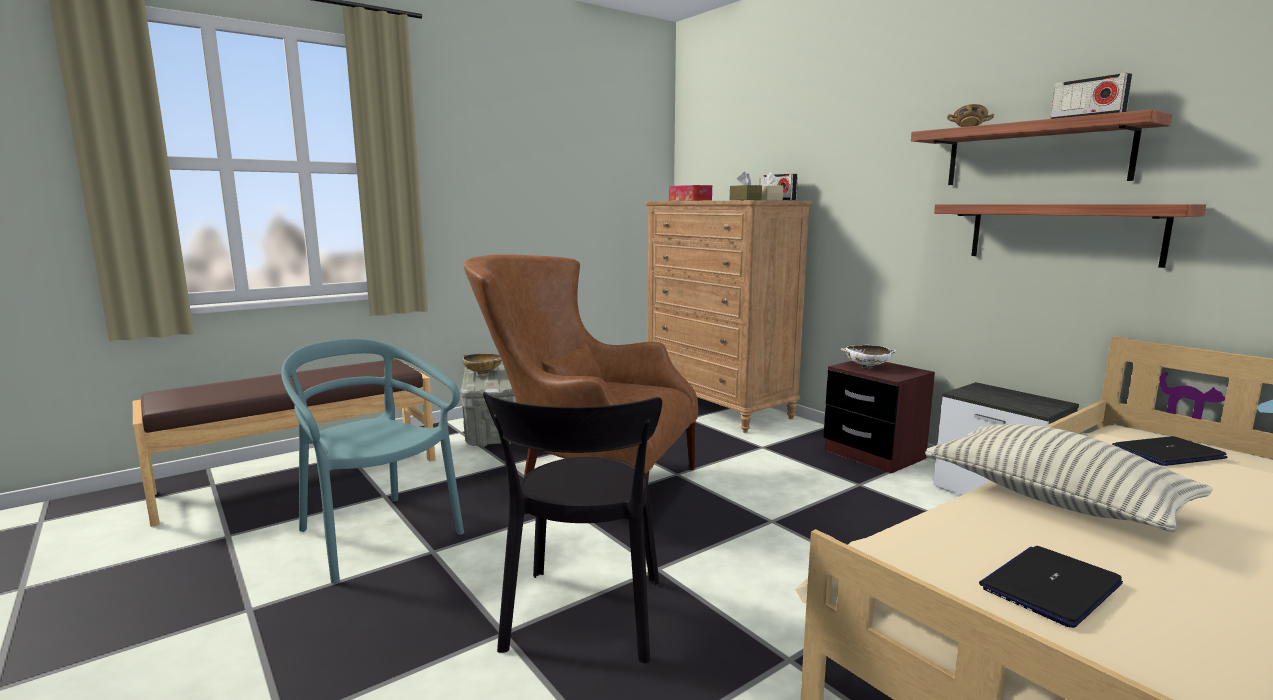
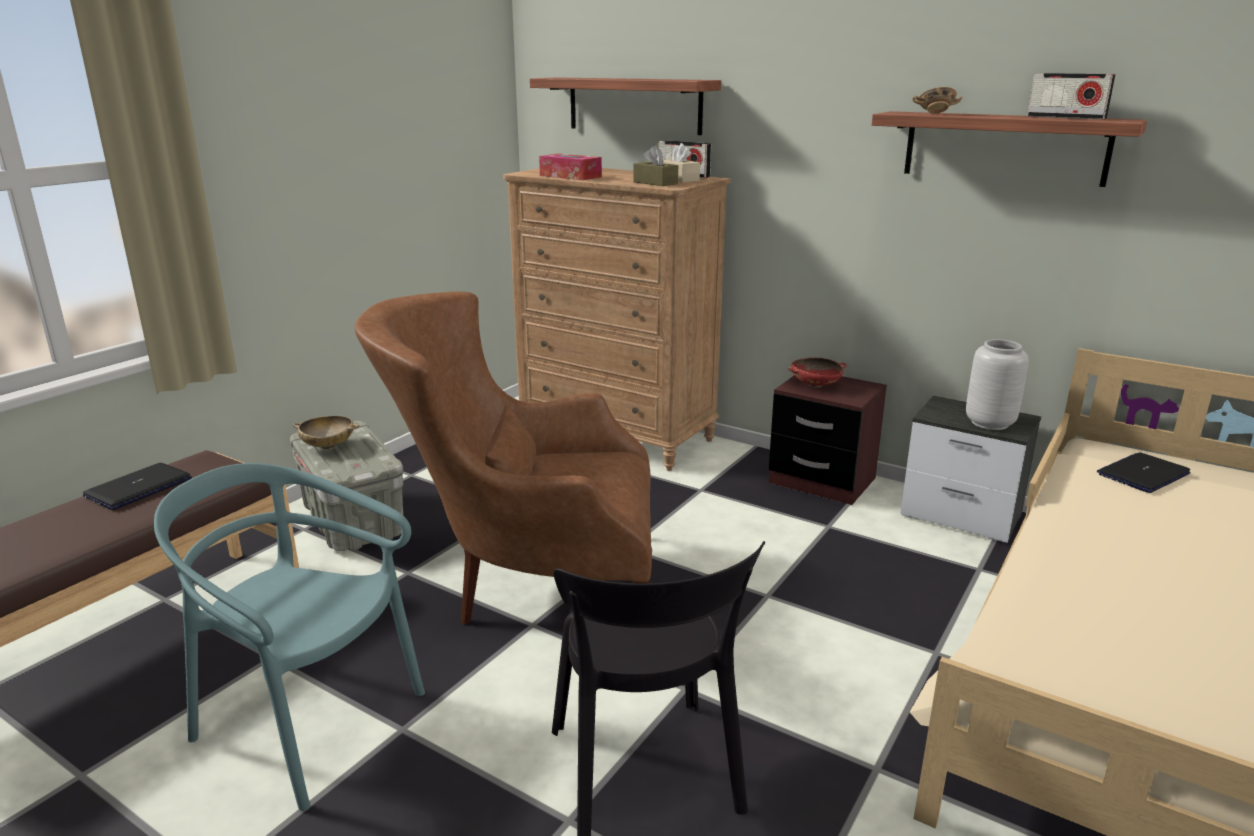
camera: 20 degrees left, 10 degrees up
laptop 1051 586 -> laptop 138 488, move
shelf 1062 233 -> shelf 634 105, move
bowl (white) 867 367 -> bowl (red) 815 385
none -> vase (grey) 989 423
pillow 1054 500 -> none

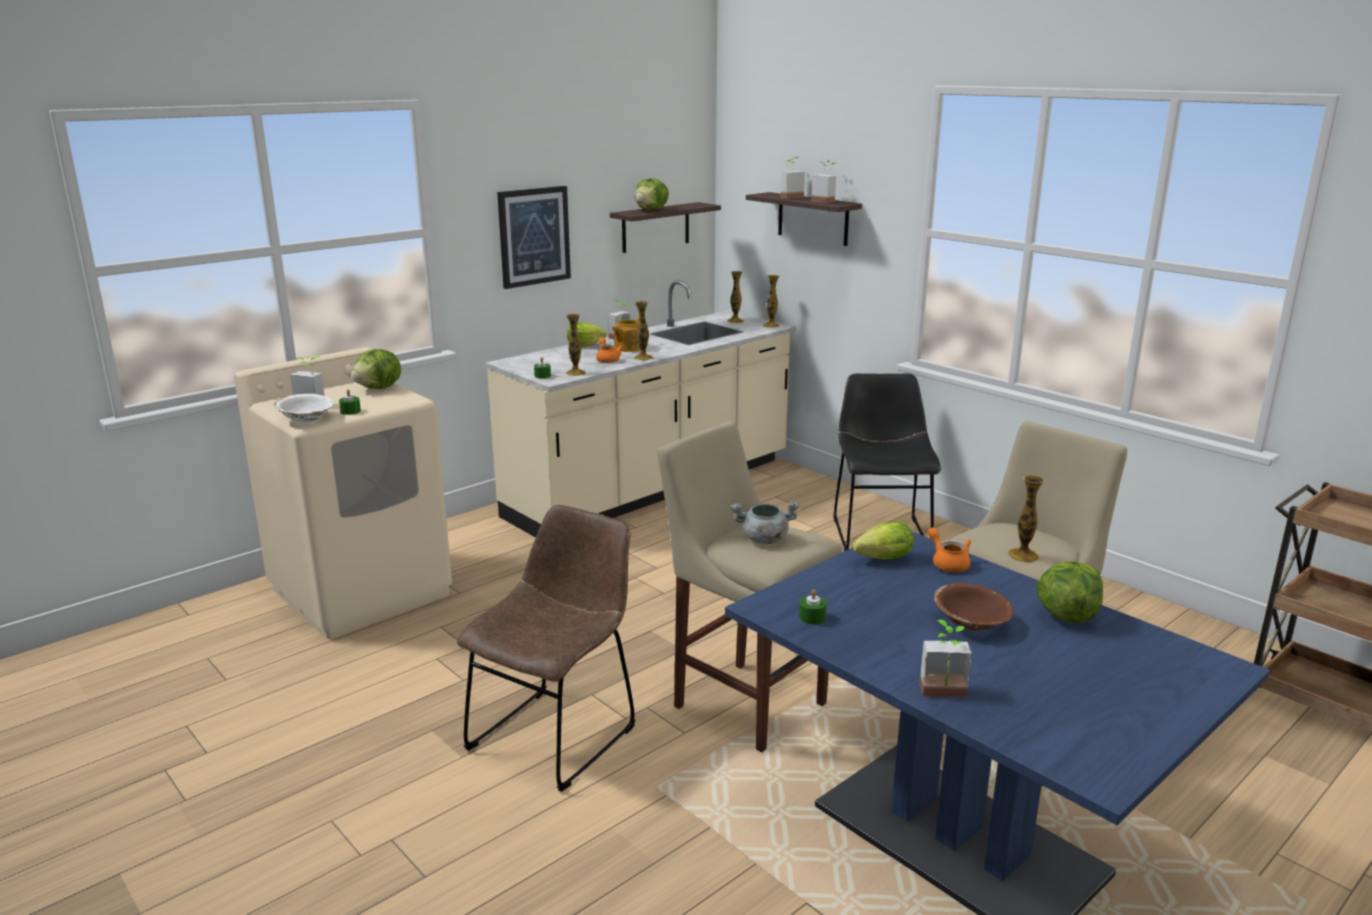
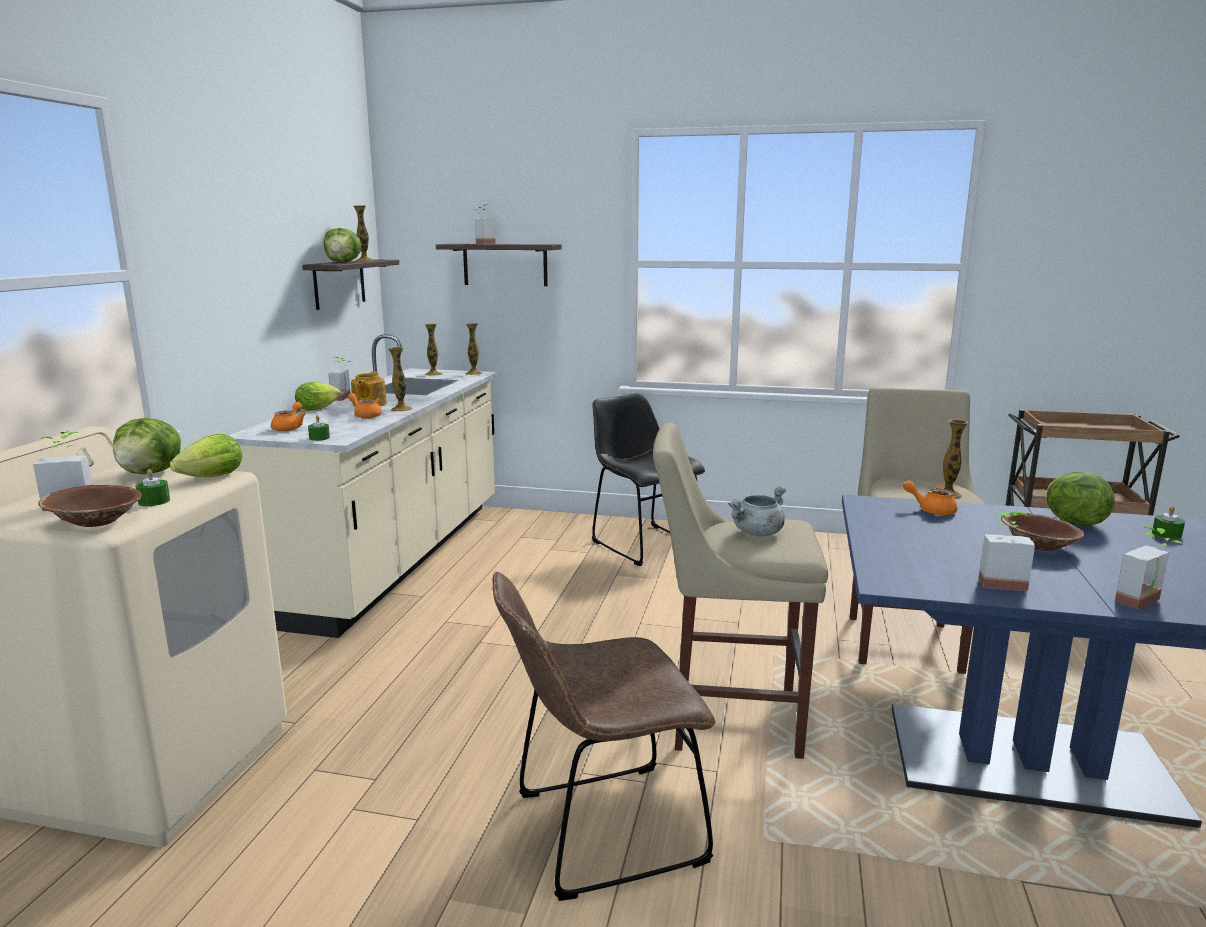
camera: 35 degrees left, 5 degrees down
bowl (white) 306 419 -> bowl (brown) 96 522
lettuce 881 559 -> lettuce 208 478, move
none -> teapot (orange) 290 428
vase 575 373 -> vase 364 260, move
chair (brown) 557 733 -> chair (brown) 599 831, 105 degrees counterclockwise
potted plant 826 201 -> potted plant 1000 581, move
candle (green) 812 617 -> candle (green) 1166 534, move
picture 534 236 -> none

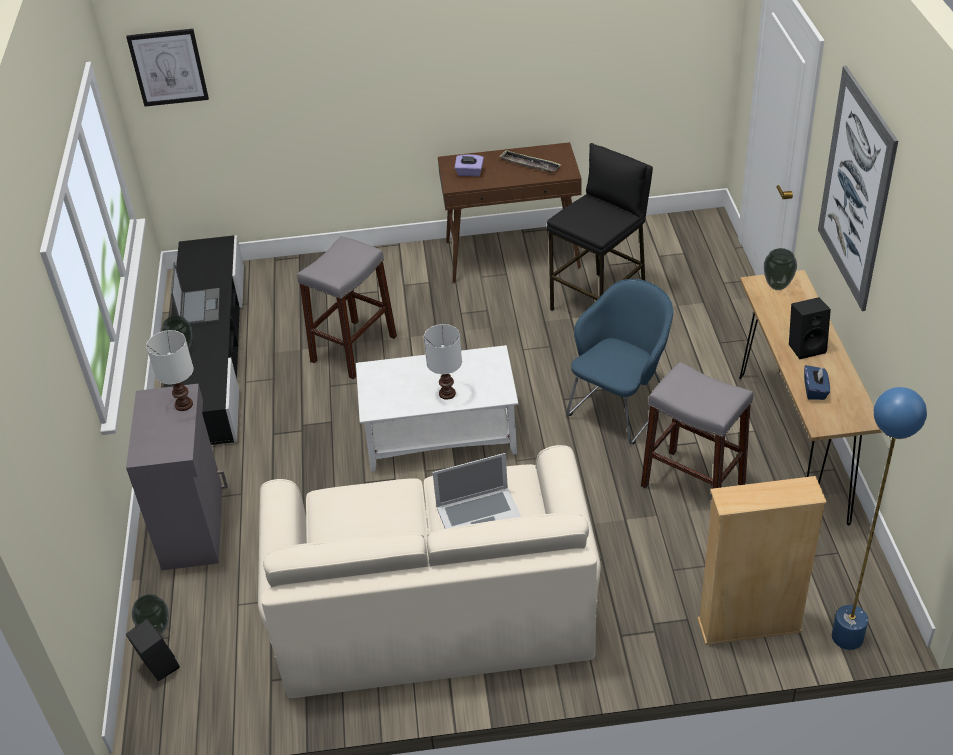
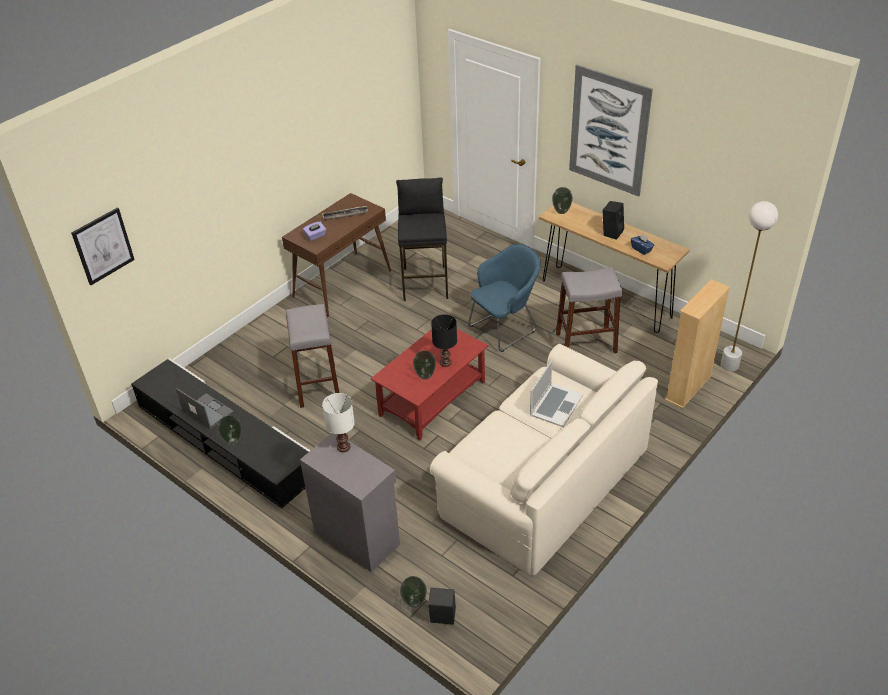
camera: 45 degrees left, 0 degrees up
coffee table (white) 439 436 -> coffee table (red) 432 399
none -> vase 425 376
table lamp (white) 447 394 -> table lamp (black) 445 363
armchair (blue) 620 407 -> armchair (blue) 505 328, 60 degrees clockwise
floor lamp (blue) 847 637 -> floor lamp (white) 729 365

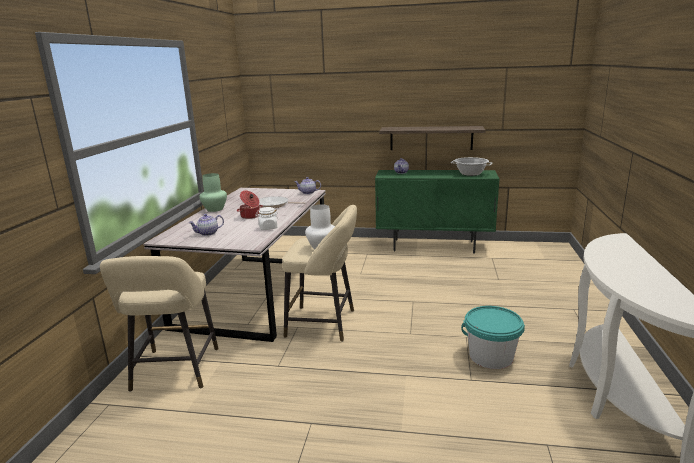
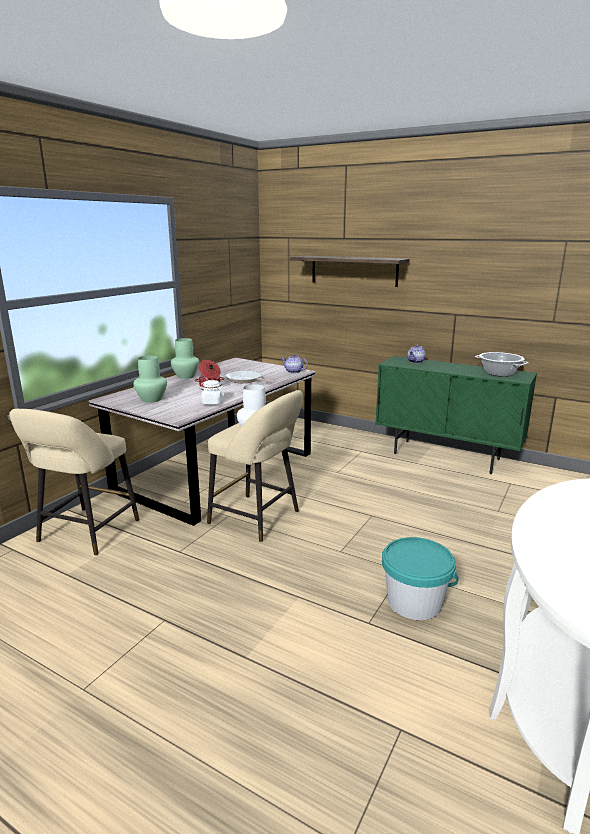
camera: 20 degrees right, 0 degrees up
teapot 208 233 -> vase (green) 152 399
shelf 431 138 -> shelf 354 270, move

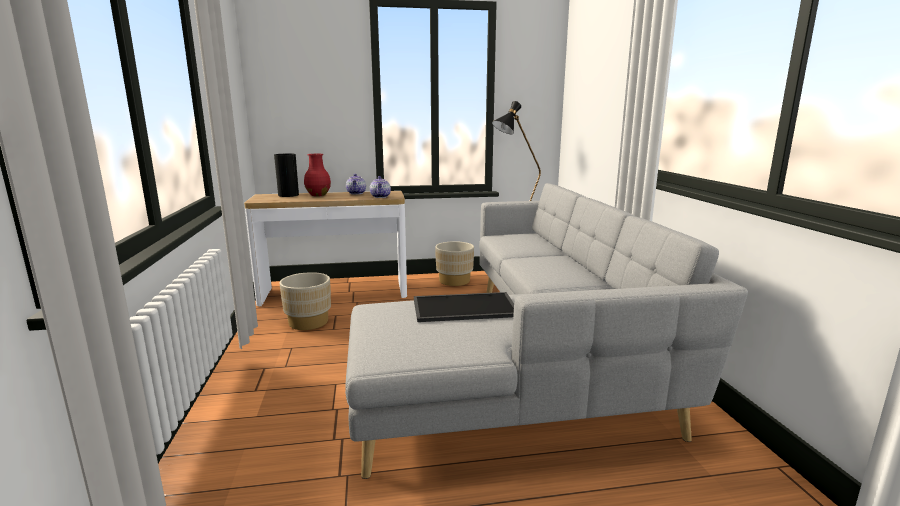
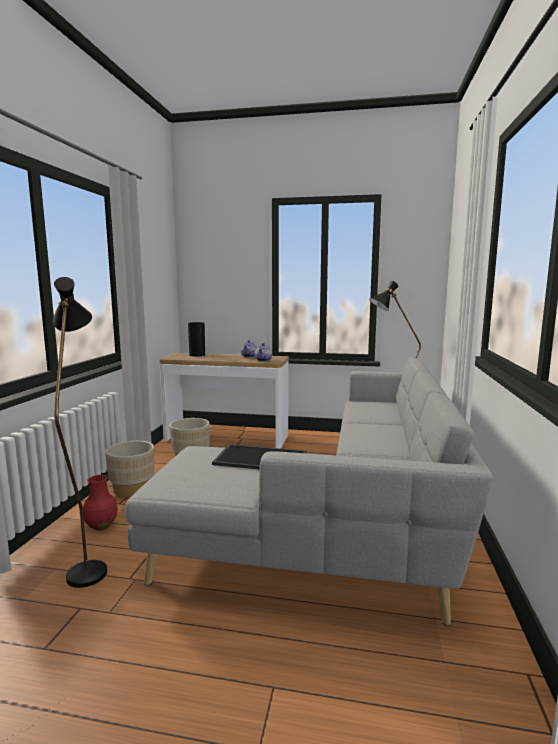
camera: 20 degrees right, 5 degrees down
none -> floor lamp (black) 88 566
vase (red) 318 195 -> vase (red) 101 526, move
planter (beige) 454 281 -> planter (beige) 132 489, move

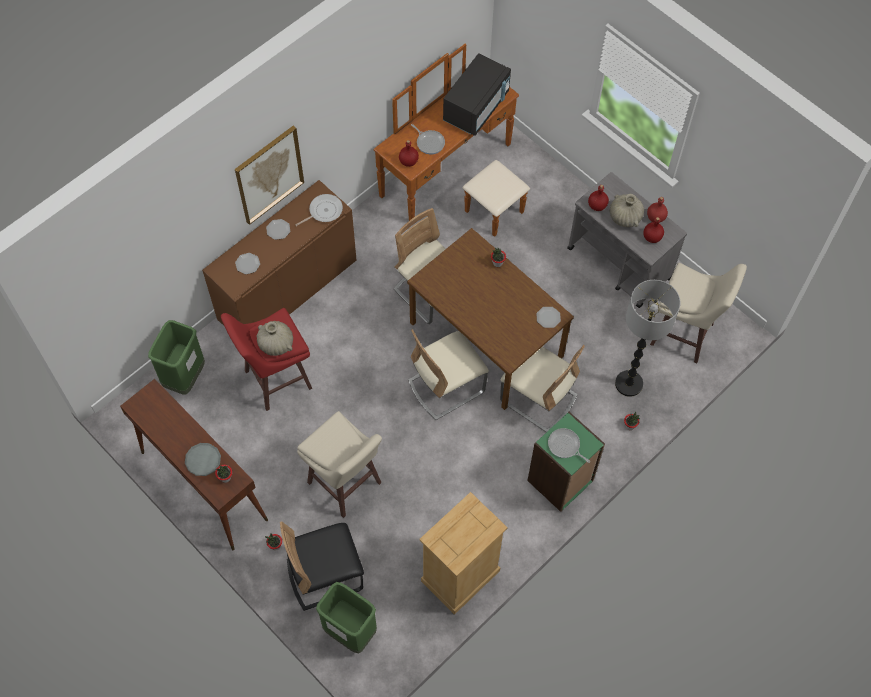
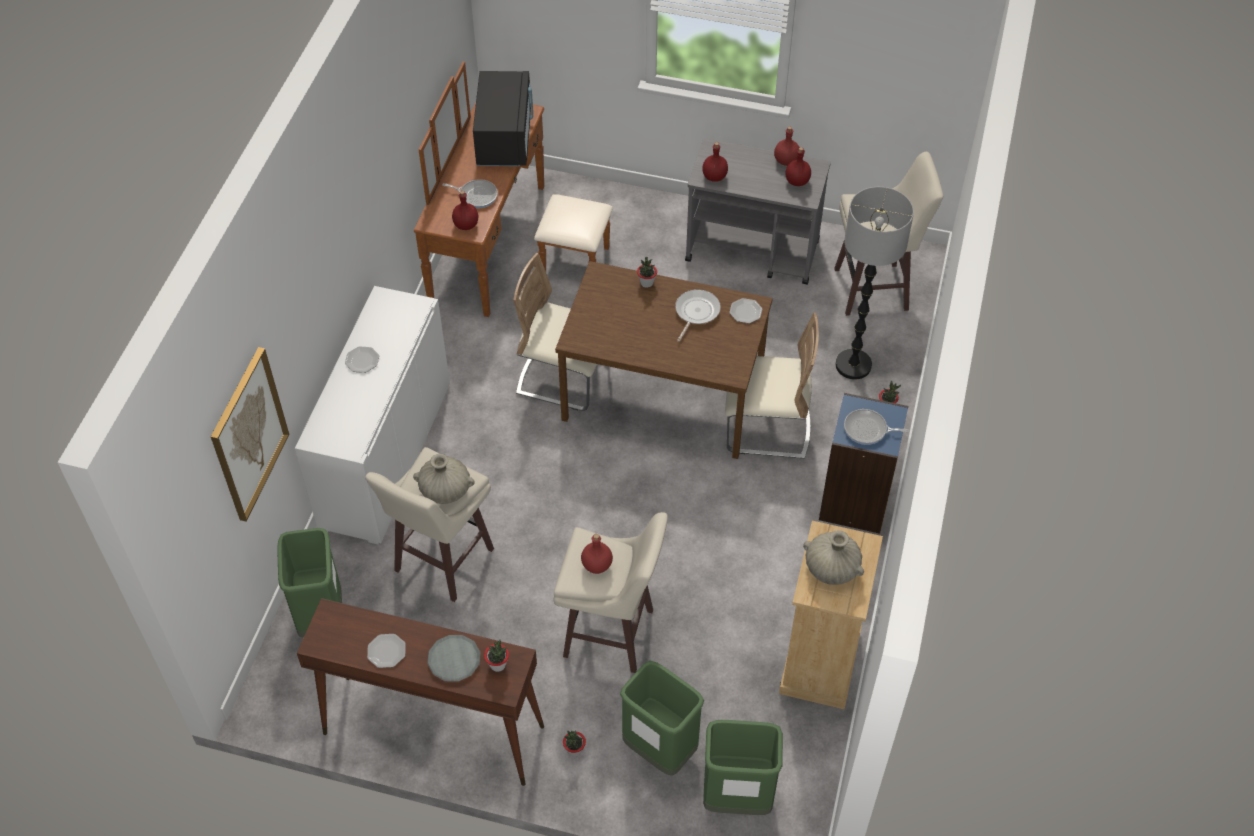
camera: 30 degrees left, 10 degrees down
picture 269 174 -> picture 248 434, move
cabinet (brown) 287 290 -> cabinet (white) 386 455
stool (red) 276 380 -> stool (beige) 441 562
plate 247 264 -> plate 387 652, move
none -> bottle (red) 597 565
chair (black) 325 574 -> trash can (green) 659 750
frying pan 324 211 -> frying pan 696 312, move
vase (beige) 625 217 -> vase (beige) 831 568, move
bookcase (green) 560 481 -> bookcase (blue) 855 501
chair (beige) 446 386 -> none

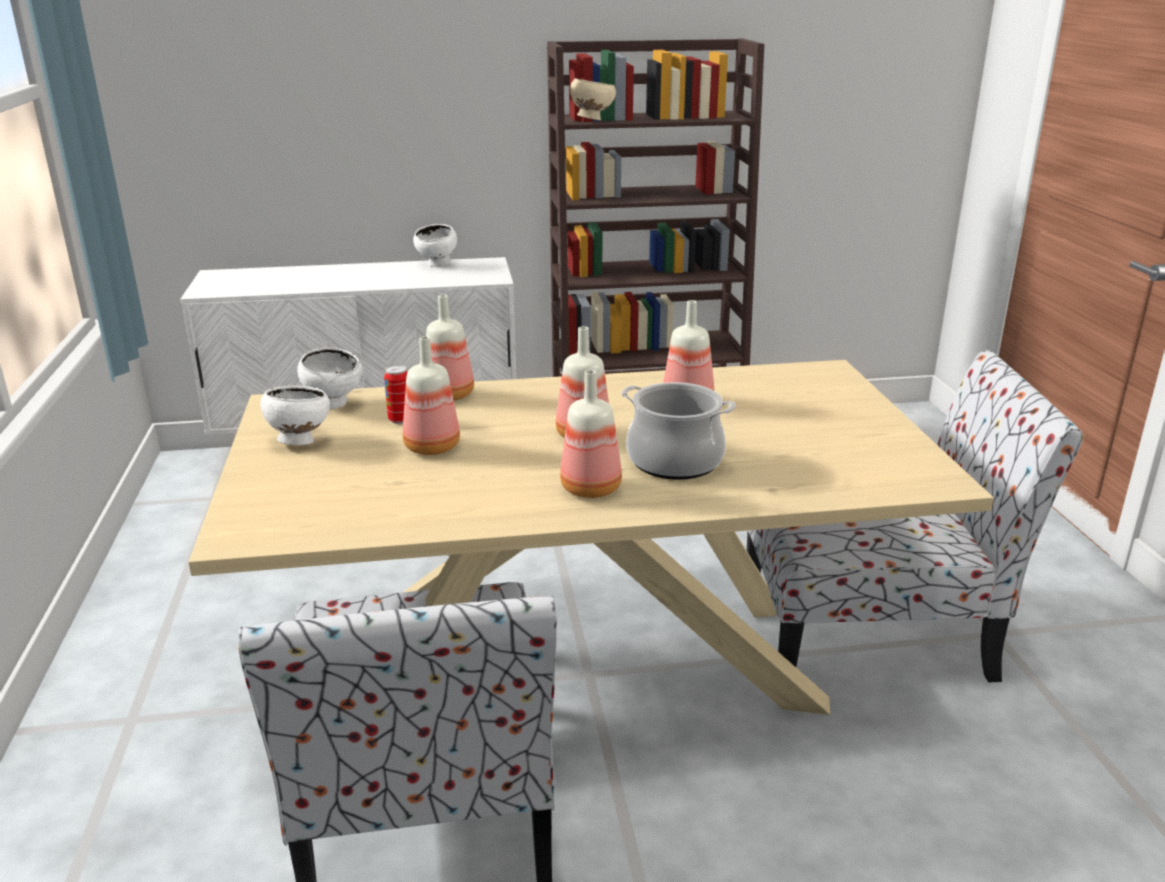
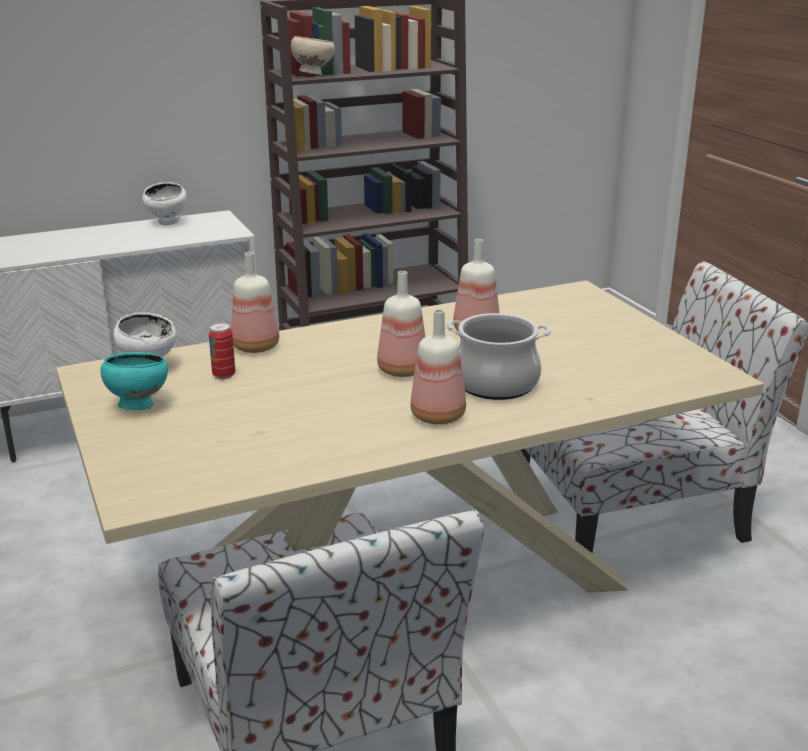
camera: 15 degrees left, 0 degrees up
bowl (white) 299 441 -> bowl (turquoise) 137 406
bottle 432 448 -> none

